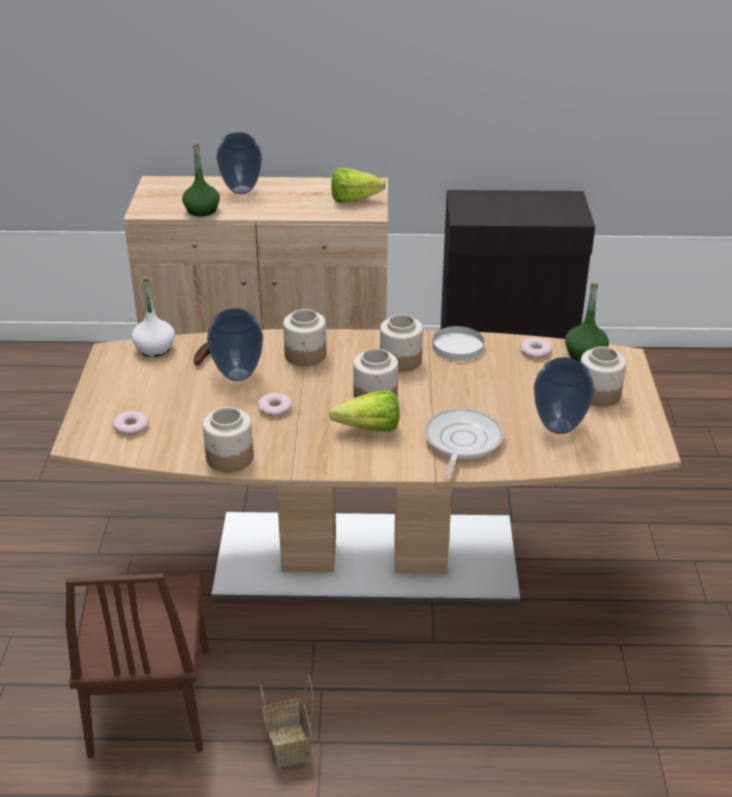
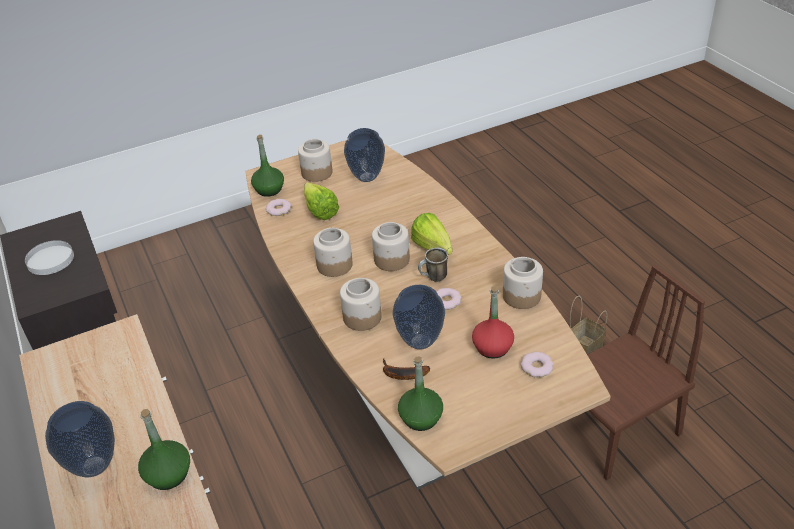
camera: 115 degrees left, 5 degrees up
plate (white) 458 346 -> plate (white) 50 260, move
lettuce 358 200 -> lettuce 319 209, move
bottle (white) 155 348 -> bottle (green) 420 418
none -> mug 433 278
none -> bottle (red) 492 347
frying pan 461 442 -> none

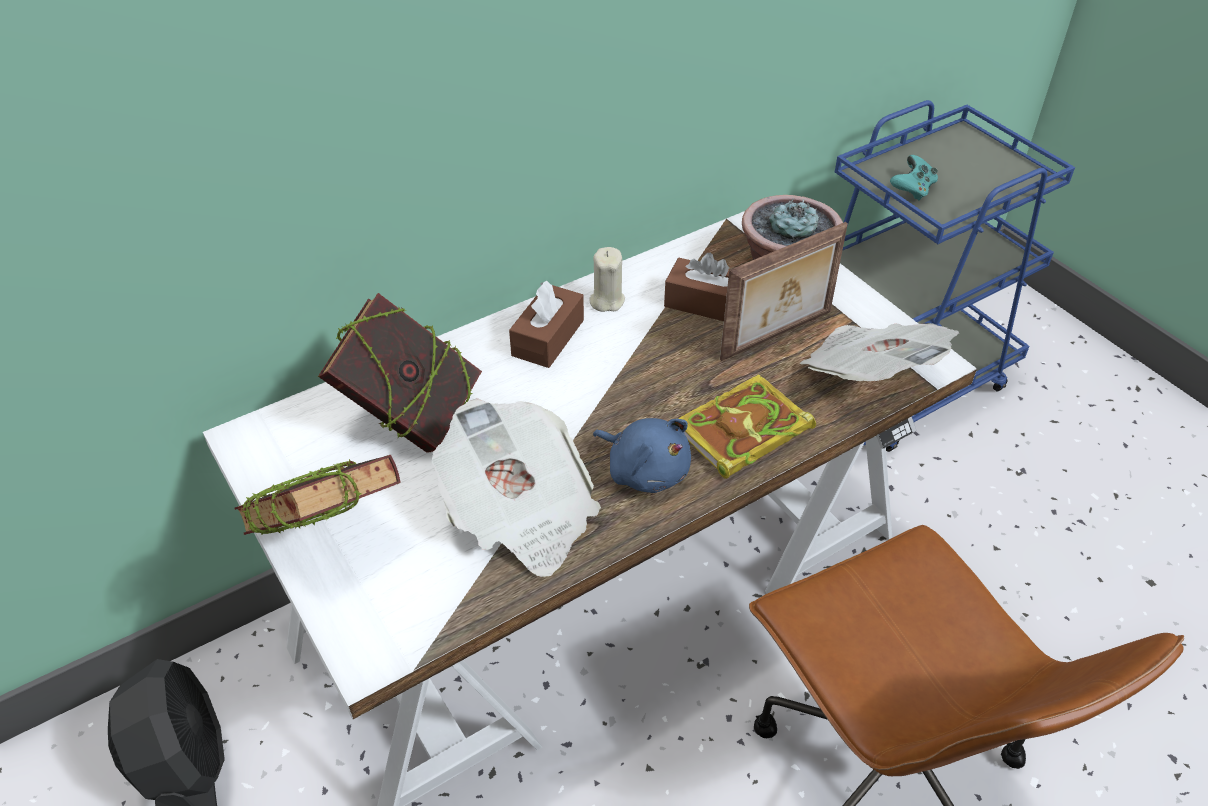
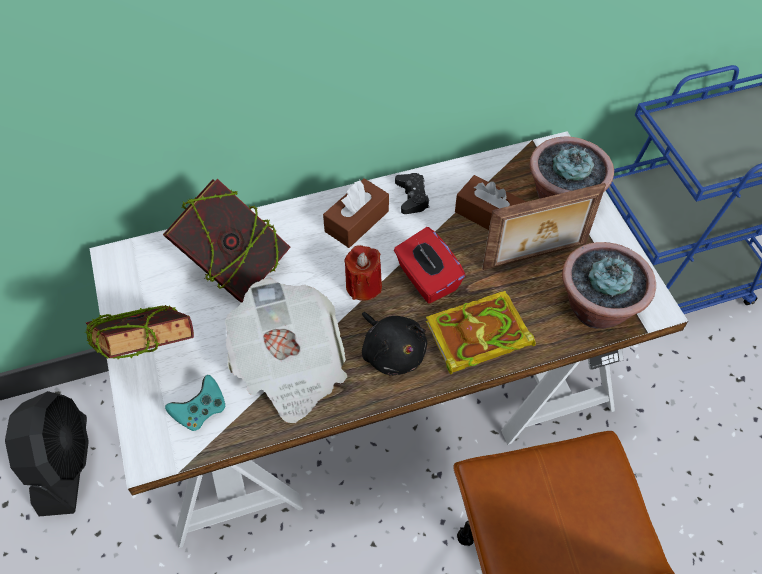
camera: 15 degrees right, 10 degrees up
game controller (turquoise) 912 189 -> game controller (turquoise) 200 411, move
none -> candle (red) 363 286
plush toy (blue) 645 470 -> plush toy (black) 392 352
none -> tissue box (red) 427 279
candle (beige) 606 300 -> game controller (black) 412 197
newspaper 869 375 -> potted plant 596 308

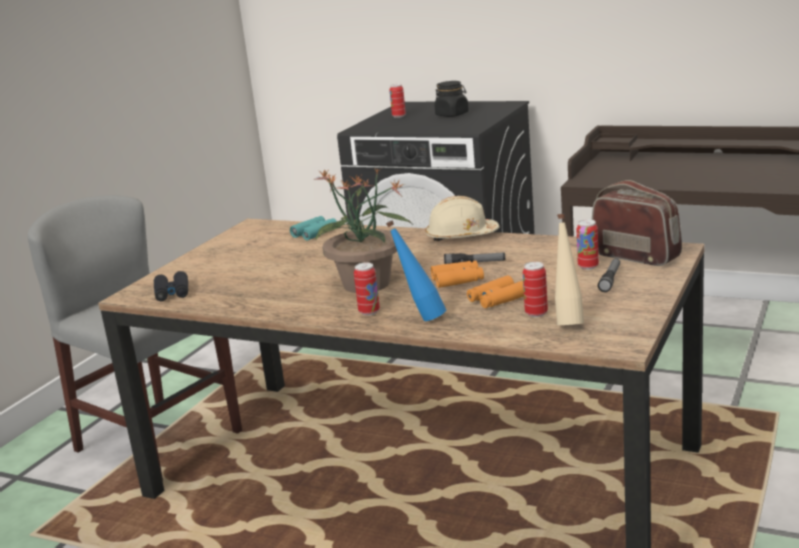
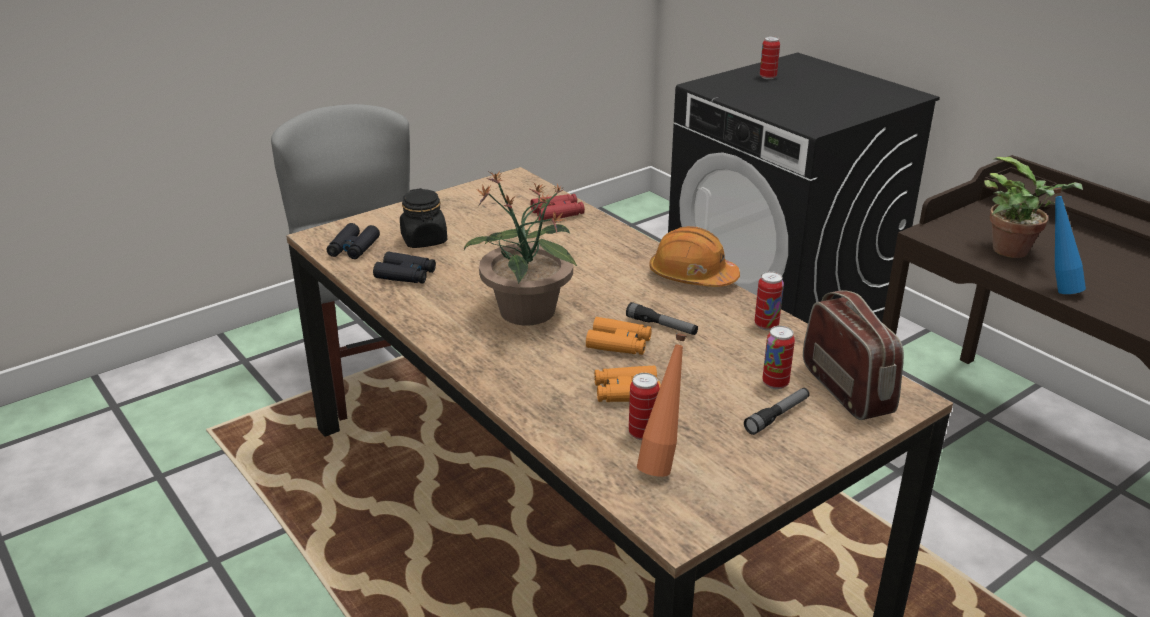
camera: 25 degrees right, 10 degrees up
none -> binoculars (black) 405 275
jar (black) 452 114 -> jar (black) 424 240, move
binoculars (turquoise) 315 233 -> binoculars (red) 557 213
bottle (beige) 568 322 -> bottle (orange) 661 463
hard hat (beige) 461 236 -> hard hat (orange) 692 276
can 369 312 -> can 766 325, move
none -> potted plant 1015 251
bottle (blue) 421 318 -> bottle (blue) 1055 288, move

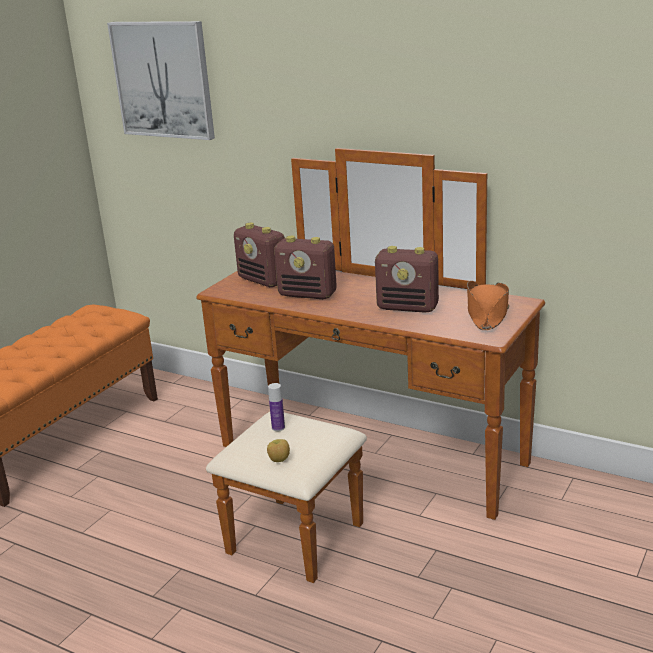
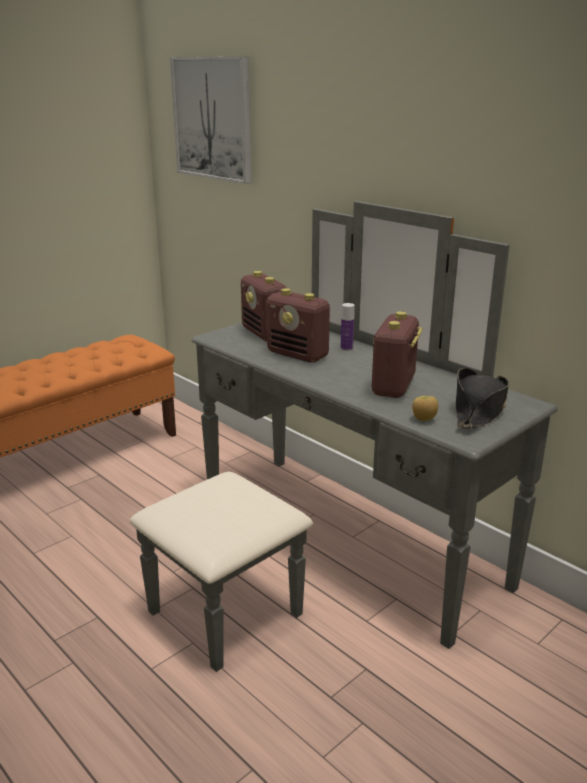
camera: 15 degrees right, 0 degrees up
dresser (brown) 356 472 -> dresser (grey) 323 553
bottle 278 428 -> bottle 346 348, move
radio 408 307 -> radio 393 387, 75 degrees clockwise
apple 279 460 -> apple 423 419, move
hat (orange) 487 313 -> hat (black) 479 409

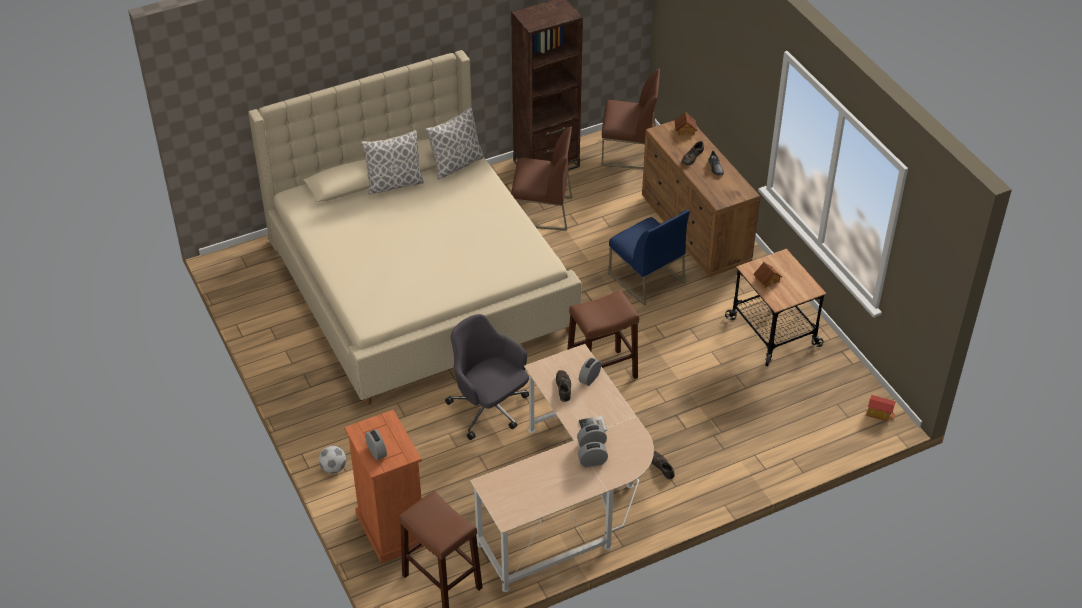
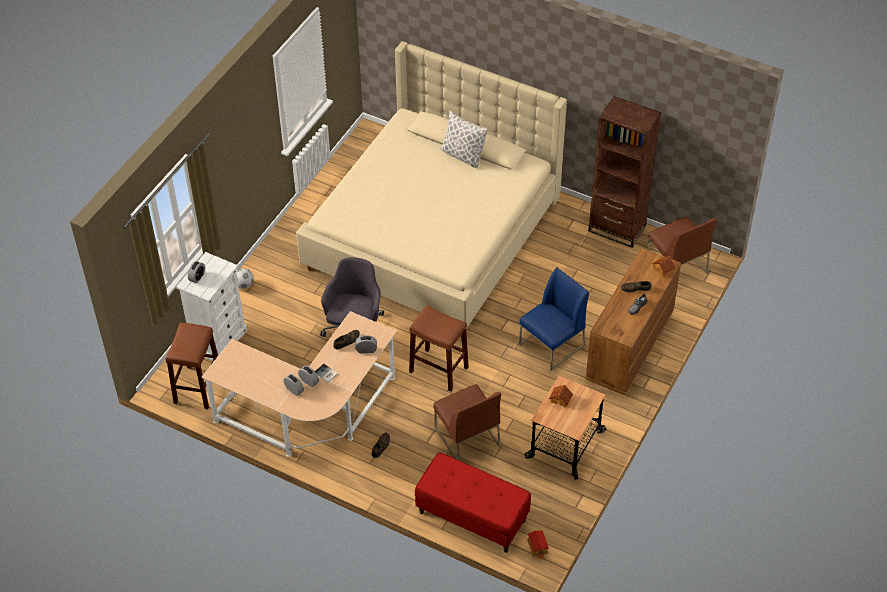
camera: 55 degrees right, 5 degrees up
dresser (orange) 391 529 -> dresser (white) 218 340
none -> bench (red) 472 516
chair (brown) 542 212 -> chair (brown) 466 436, move
chair (blue) 645 278 -> chair (blue) 552 345, 150 degrees counterclockwise
pillow 456 164 -> none

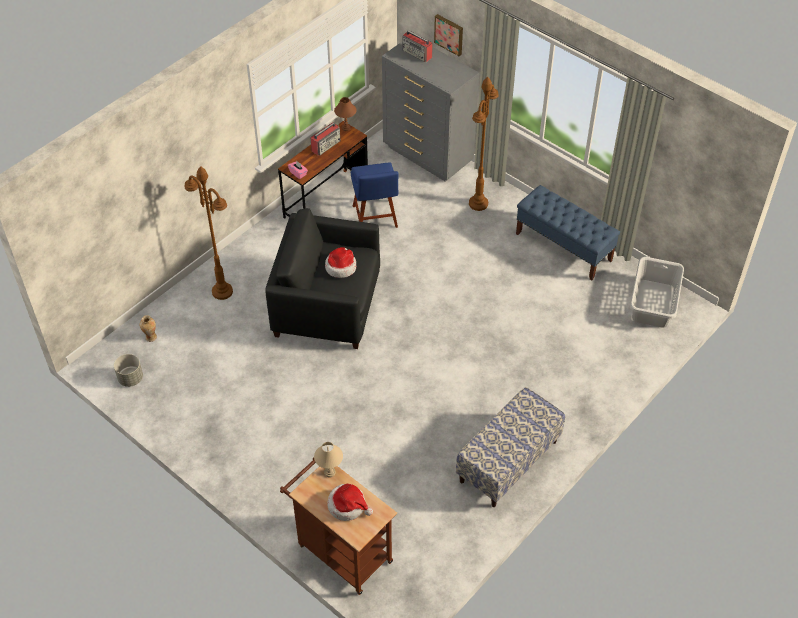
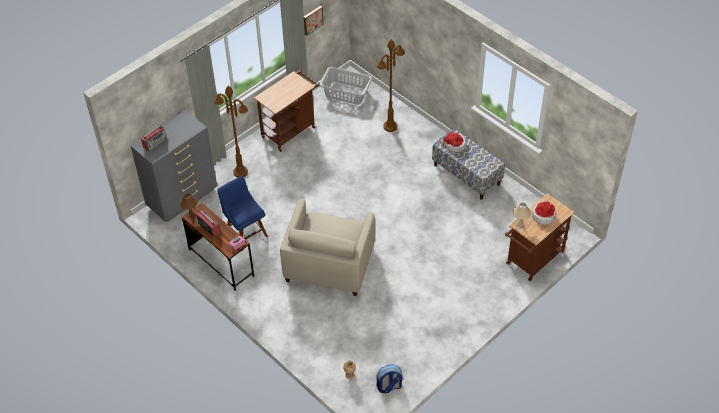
camera: 85 degrees left, 0 degrees up
chair (blue) 375 218 -> chair (blue) 245 233, 120 degrees counterclockwise
bench (blue) 564 247 -> cart (brown) 290 130
armchair (black) 327 305 -> armchair (beige) 329 264
picture 449 34 -> picture 312 20, move
planter (grey) 130 378 -> backpack 389 386
floor lamp (brown) 222 291 -> floor lamp (brown) 390 127, move
hat 341 267 -> hat 454 145, move

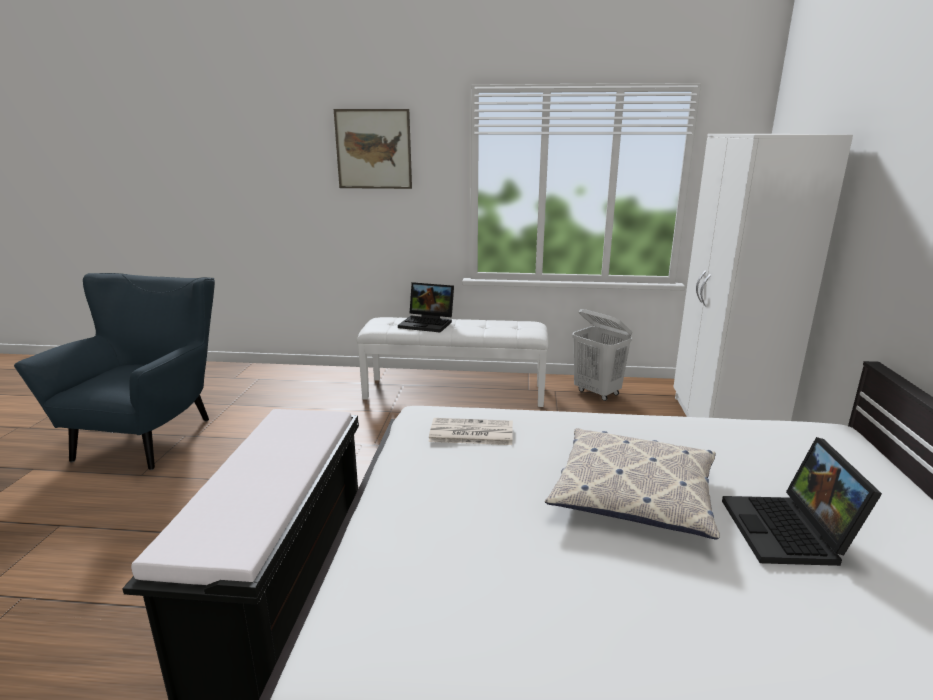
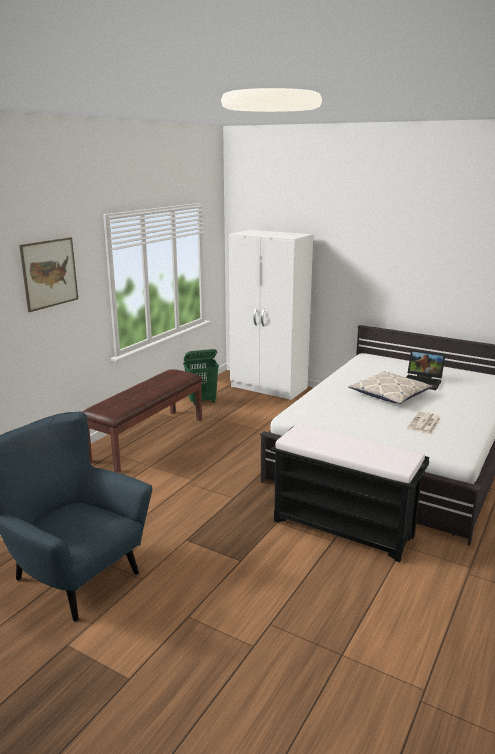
camera: 65 degrees left, 0 degrees up
bench (white) 455 391 -> bench (brown) 147 438
laundry basket (white) 597 393 -> laundry basket (green) 202 401
newspaper 470 433 -> newspaper 424 423, move
laptop 428 323 -> none

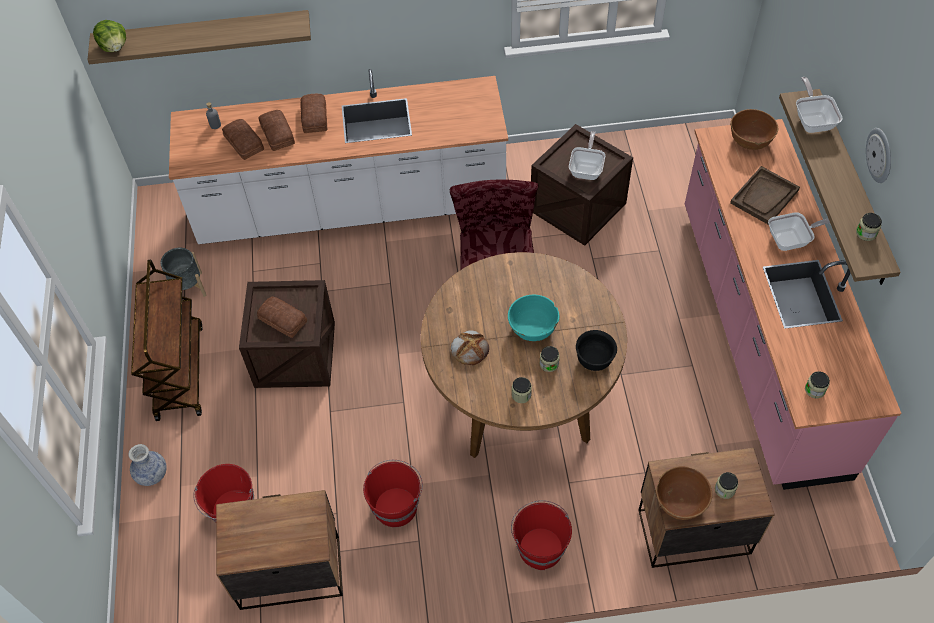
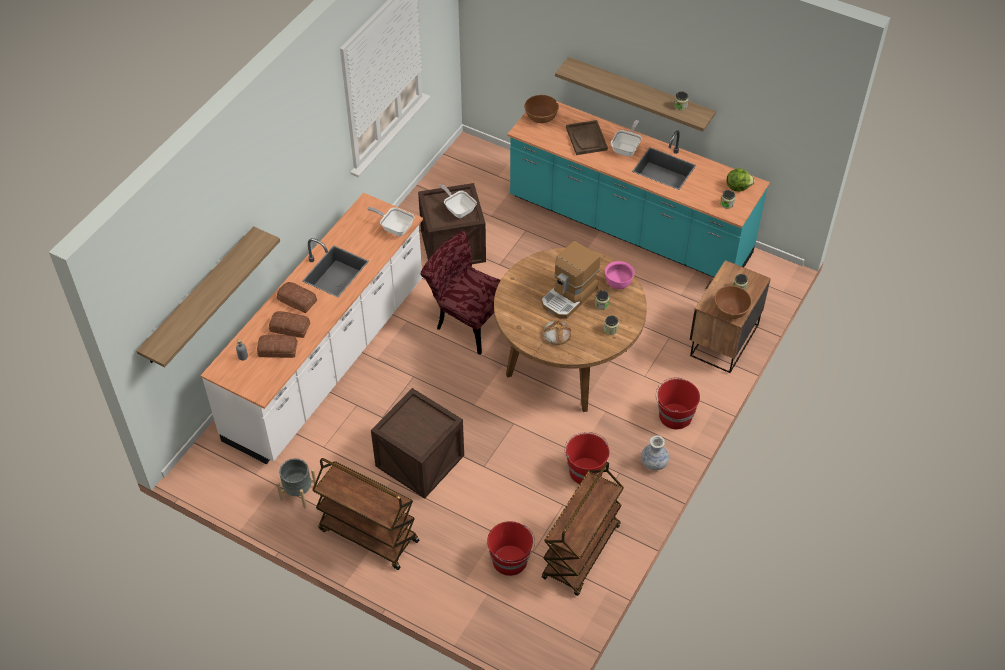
camera: 55 degrees left, 5 degrees down
frying pan 812 120 -> frying pan 395 228, move
counter (pink) 759 336 -> counter (turquoise) 629 228
bowl (turquoise) 532 327 -> coffee machine 569 296
nightstand 289 570 -> cart (brown) 581 553
bowl (black) 594 360 -> bowl (pink) 618 284
vase 151 474 -> vase 654 462, move
lettuce 115 47 -> lettuce 738 187, move
bread 282 321 -> none
wall clock 880 155 -> none

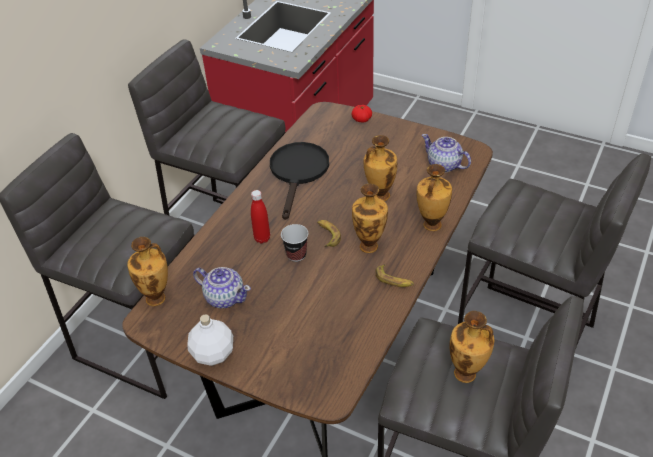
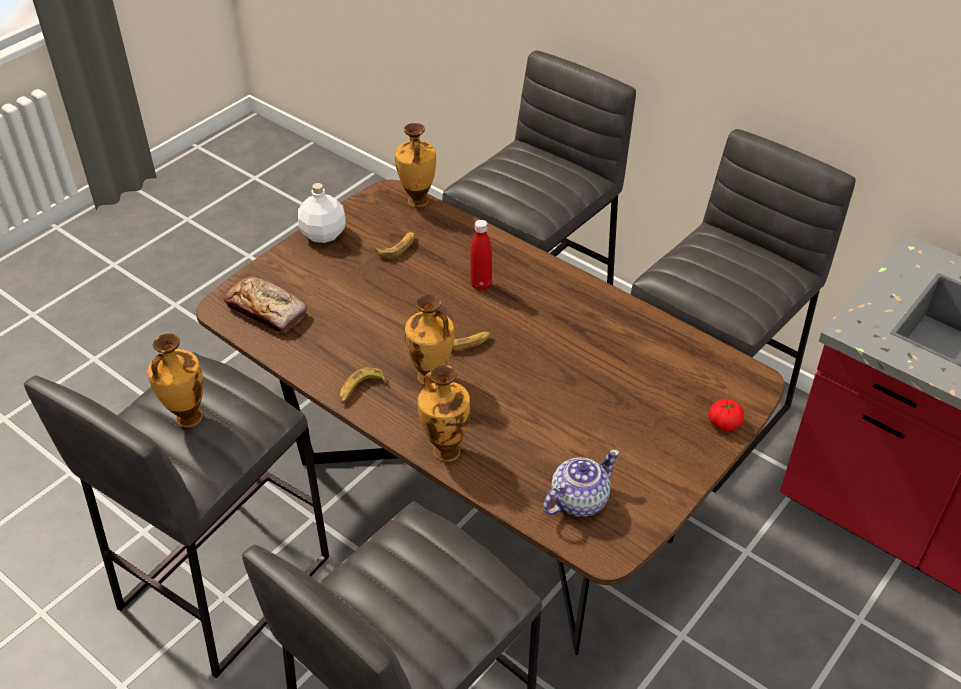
camera: 100 degrees right, 0 degrees up
none -> bread 266 311
teapot 224 297 -> banana 397 248
frying pan (black) 298 173 -> none
cup 296 255 -> none
vase 379 196 -> none

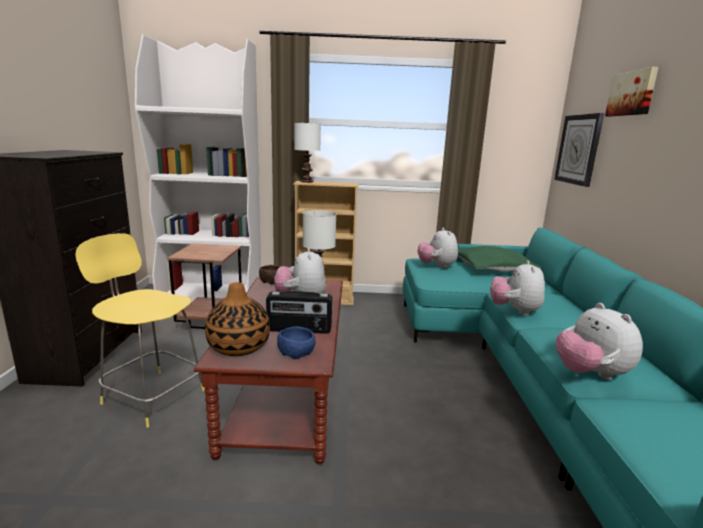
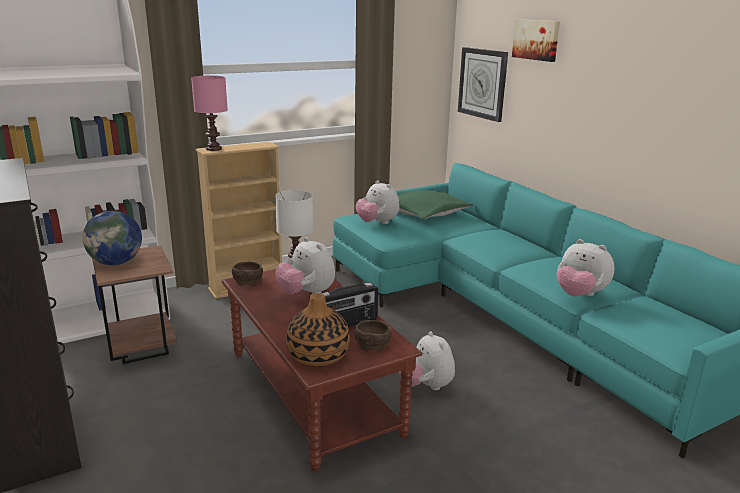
camera: 30 degrees left, 5 degrees up
none -> globe 116 262
table lamp (white) 306 181 -> table lamp (pink) 213 149
bowl (blue) 296 352 -> bowl (brown) 372 344
plush toy 514 311 -> plush toy 425 386, move
stool (yellow) 151 395 -> none

